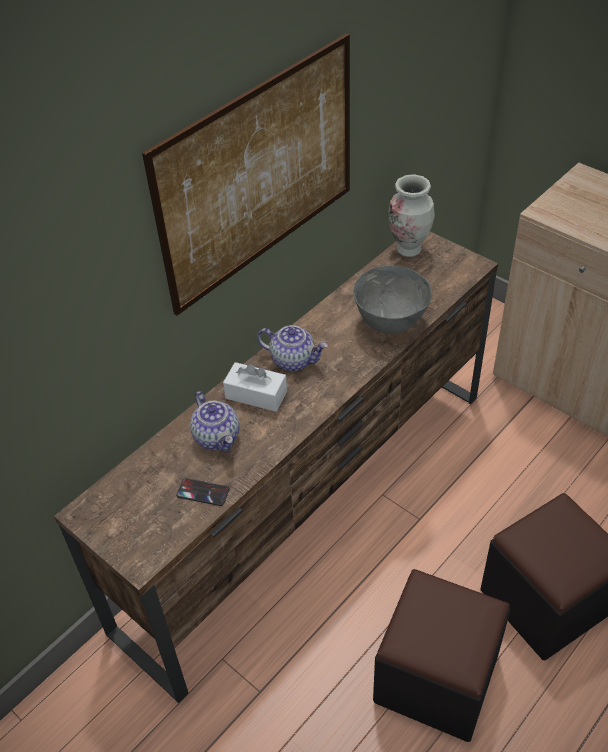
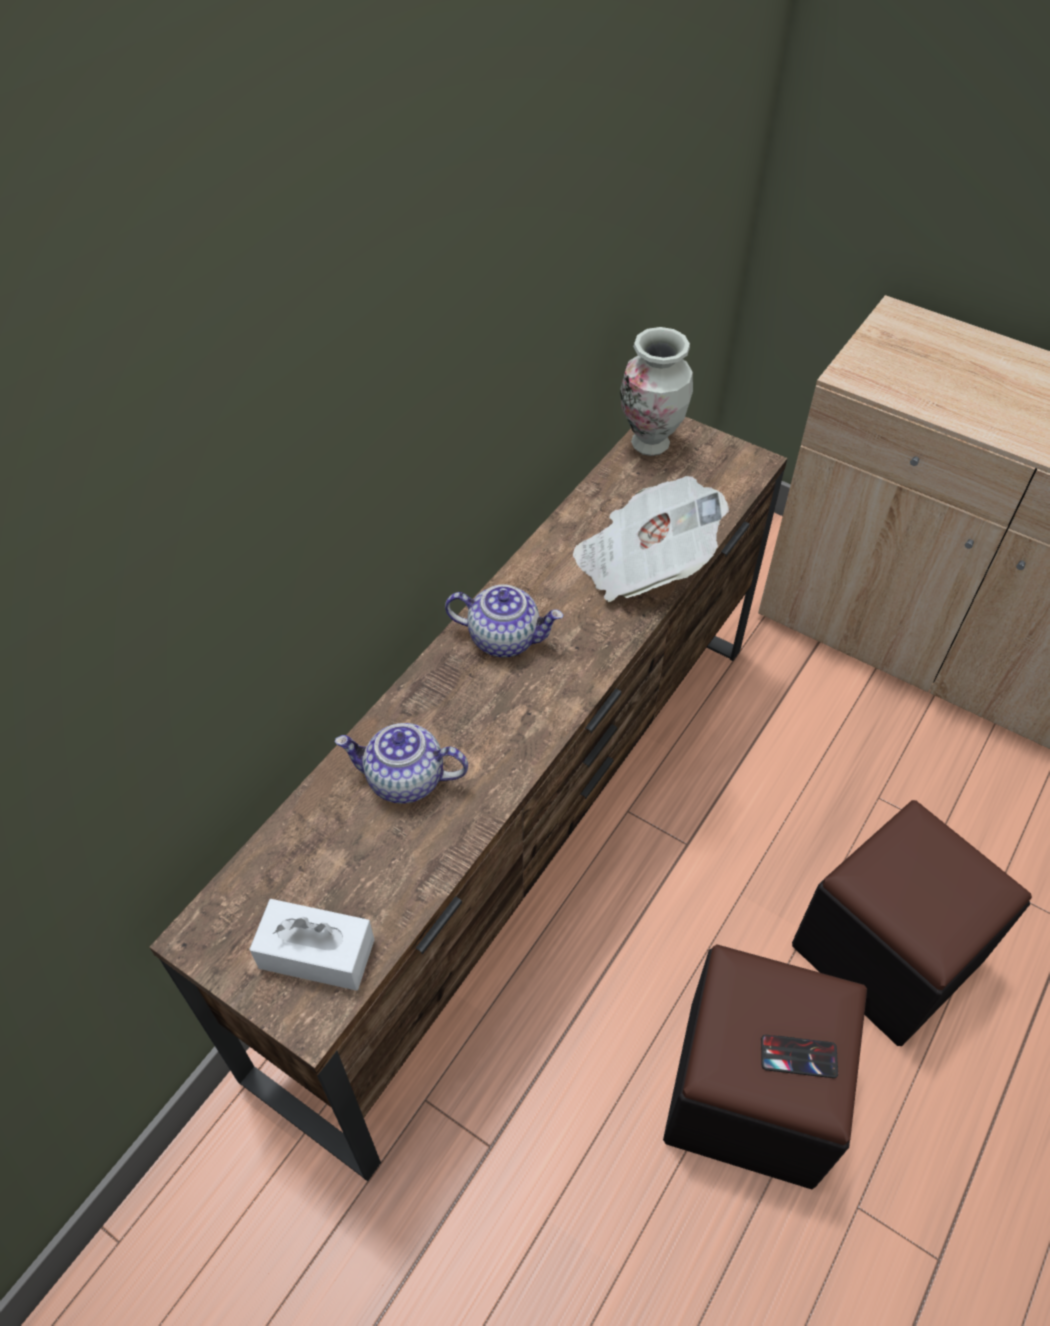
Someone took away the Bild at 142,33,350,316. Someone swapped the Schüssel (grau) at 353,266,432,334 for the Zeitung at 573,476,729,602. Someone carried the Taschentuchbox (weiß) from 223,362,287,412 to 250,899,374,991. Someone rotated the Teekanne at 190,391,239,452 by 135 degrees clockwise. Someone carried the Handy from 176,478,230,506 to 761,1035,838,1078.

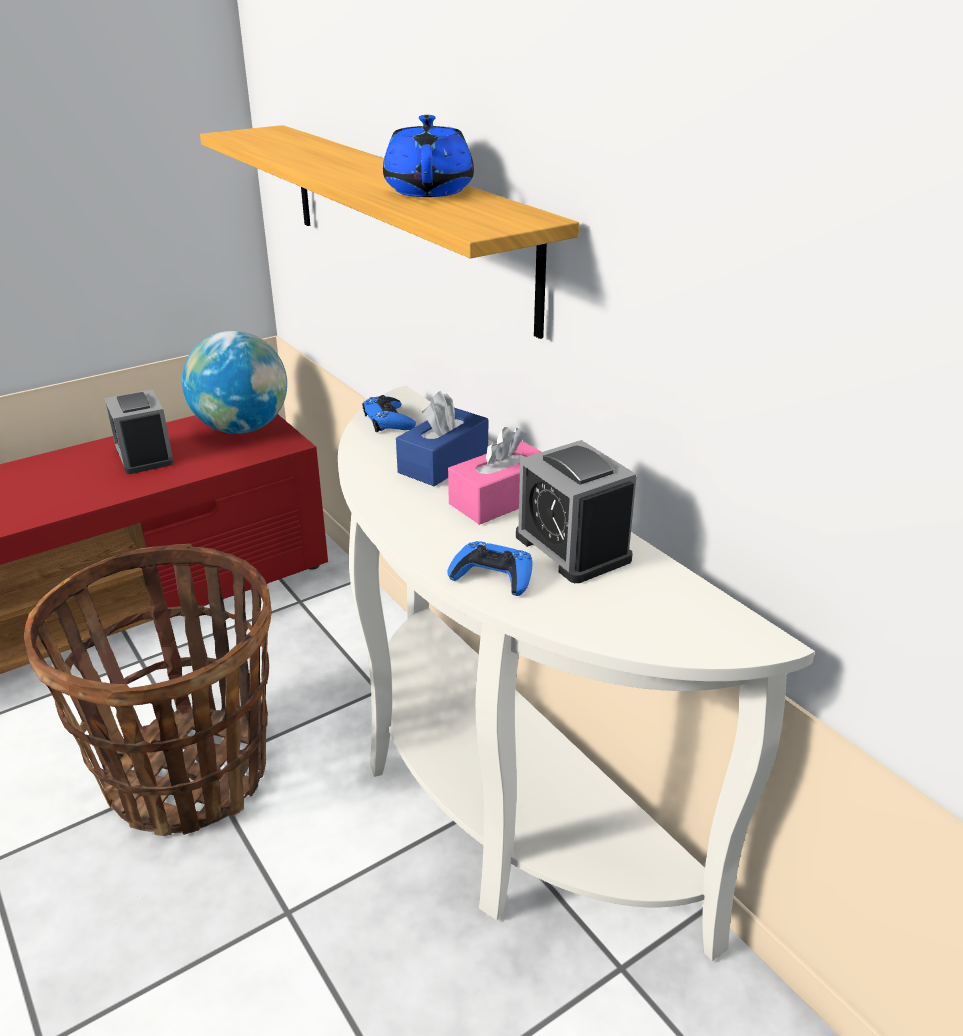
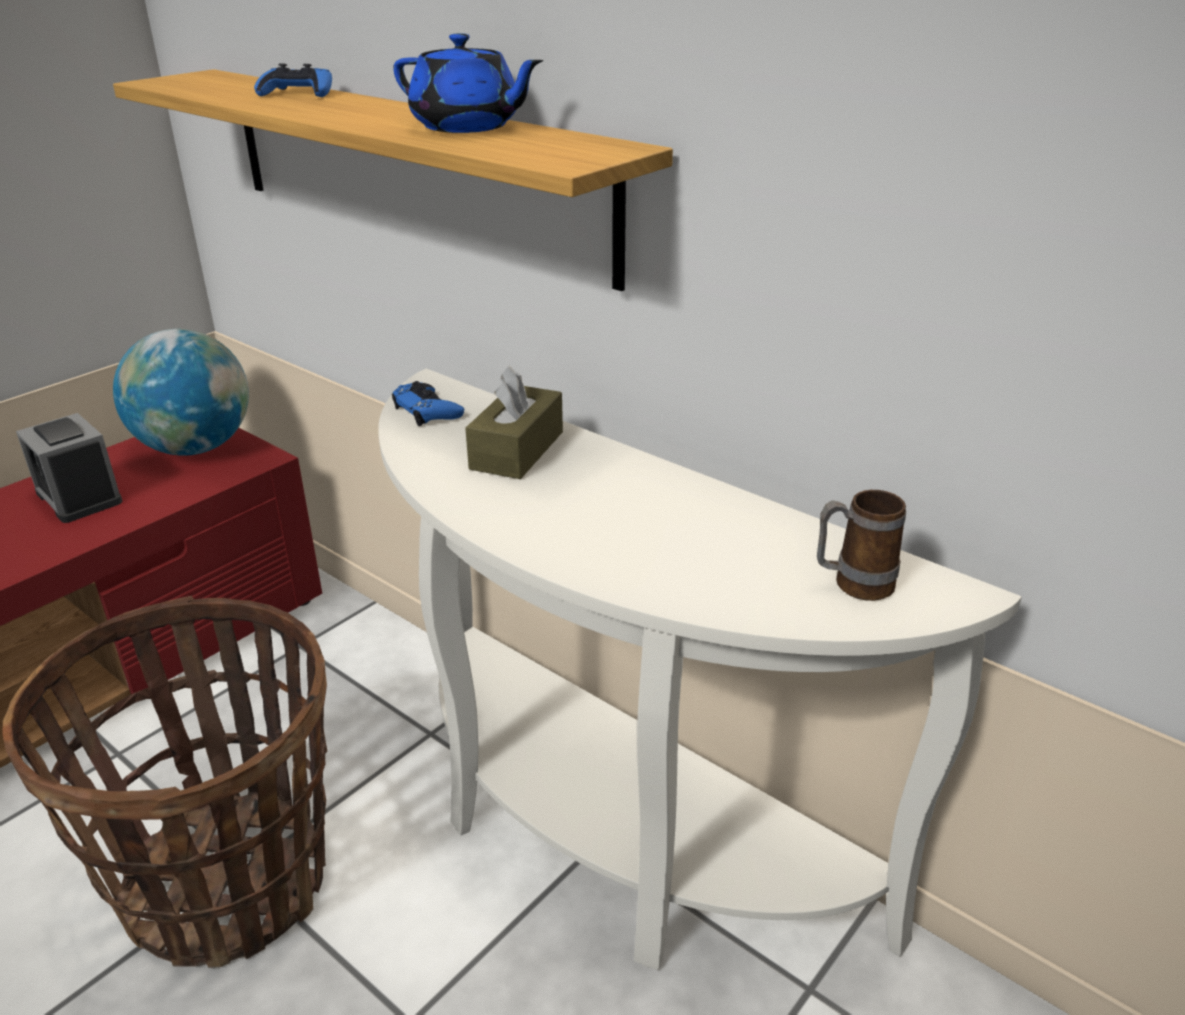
Someone rotated the Teekanne (blau) at 383,115,474,197 by 135 degrees clockwise. Someone repainted the Taschentuchbox (blau) at 396,391,488,486, which became the Taschentuchbox (braun) at 465,365,563,479. Someone took away the Taschentuchbox (rosa) at 448,427,541,525. Someone took away the Wecker at 516,440,637,583. Someone carried the Gamepad (blau) from 448,541,533,596 to 254,63,332,97. Someone put down the Henkelbecher at 817,490,906,601.

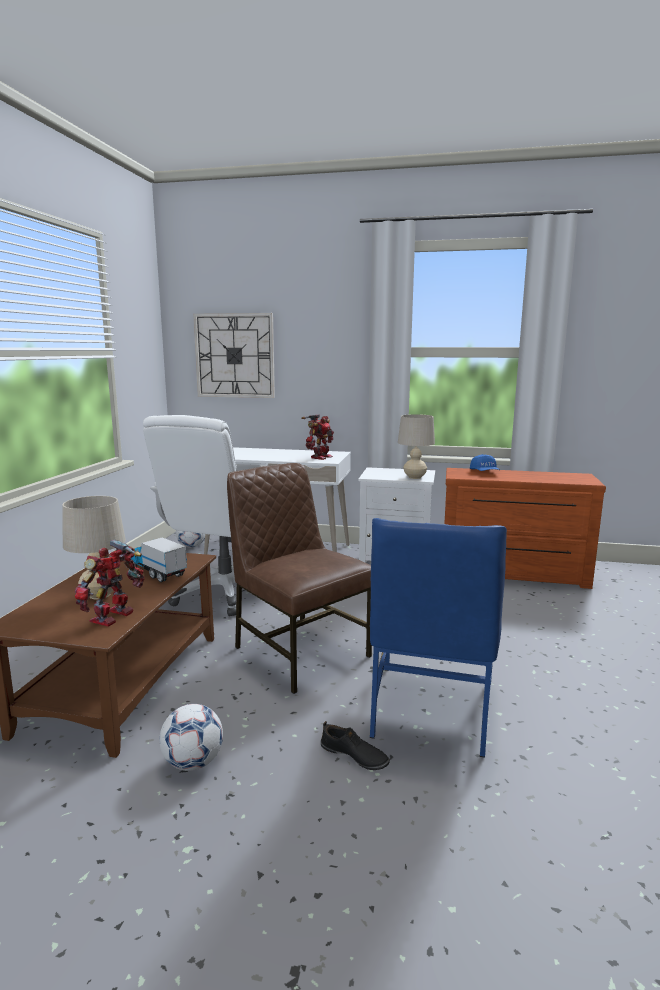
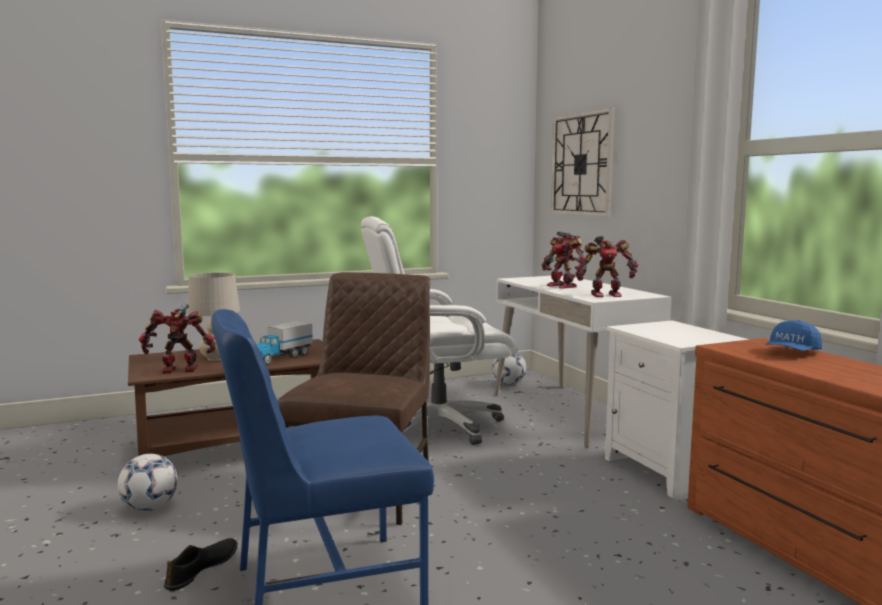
Someone took away the Tischlampe (beige) at 398,414,435,479. Someone rotated the Spielzeuglaster at 131,538,187,582 by 150 degrees counterclockwise. Someone rotated the Schuh (schwarz) at 321,721,390,770 by 150 degrees counterclockwise. Someone put down the Spielzeugroboter at 542,231,585,289.

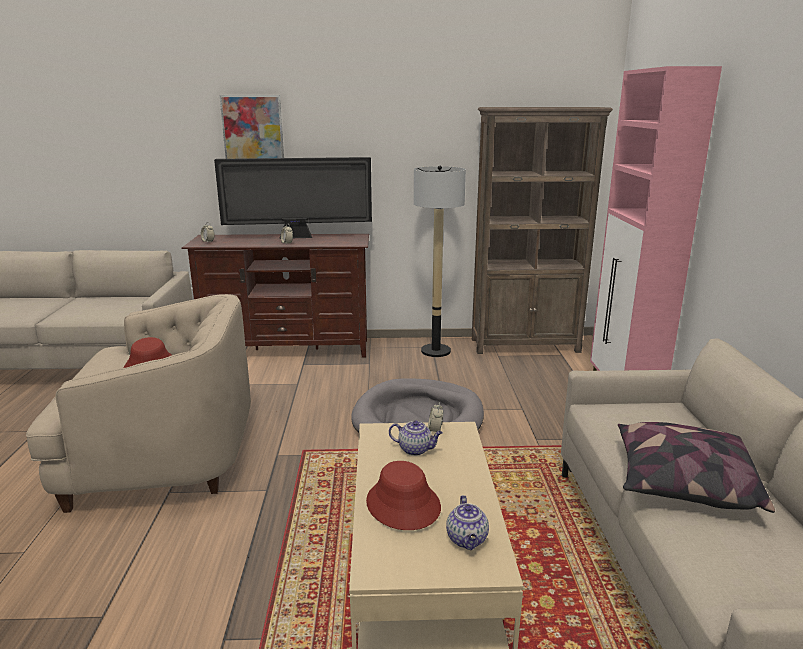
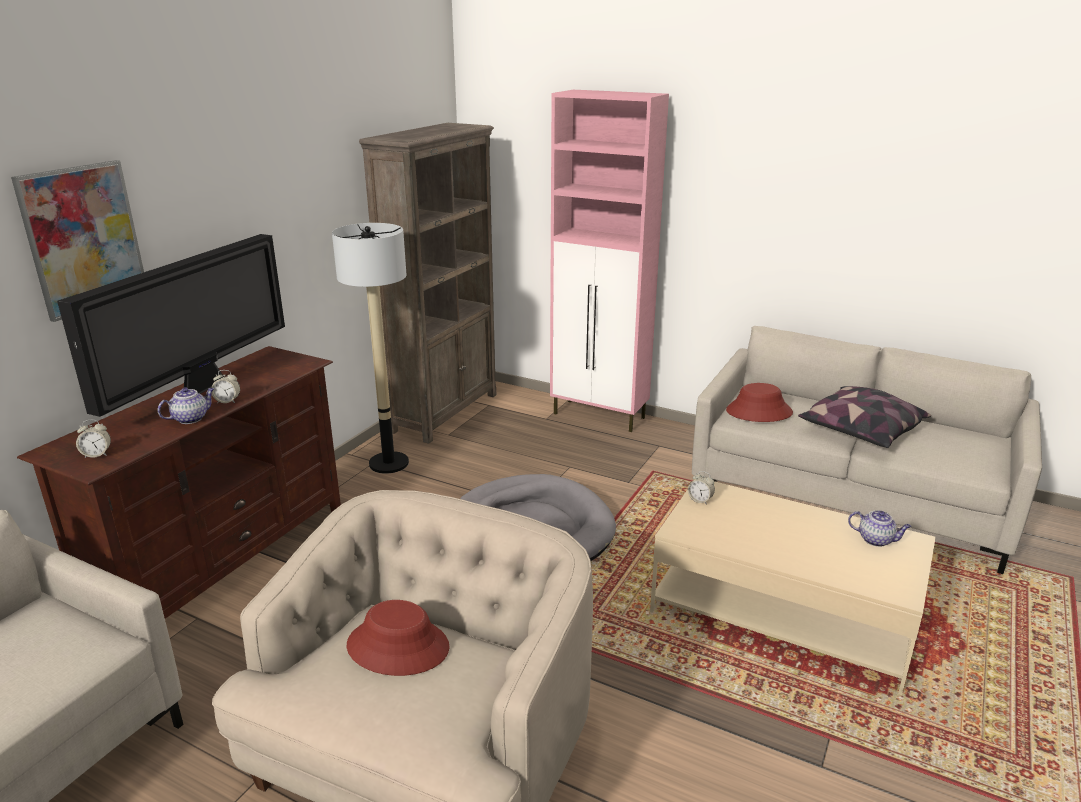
Someone carried the Teekanne from 389,421,443,456 to 158,388,215,424. Someone carried the Hut (rot) from 366,461,441,530 to 726,383,793,422.

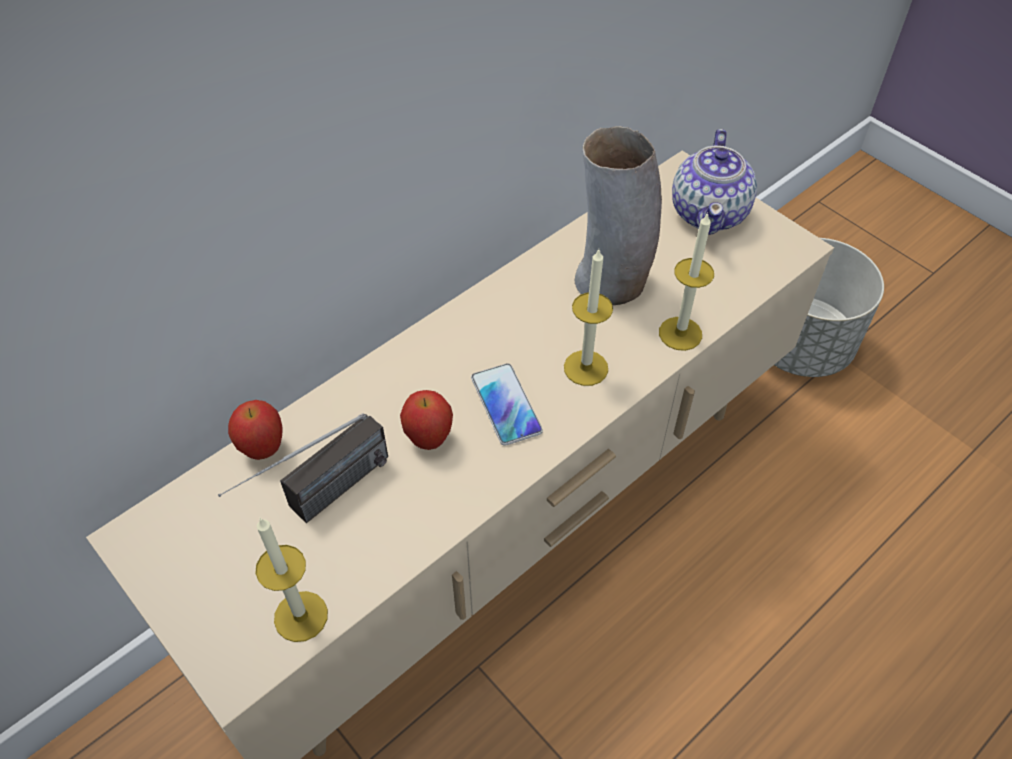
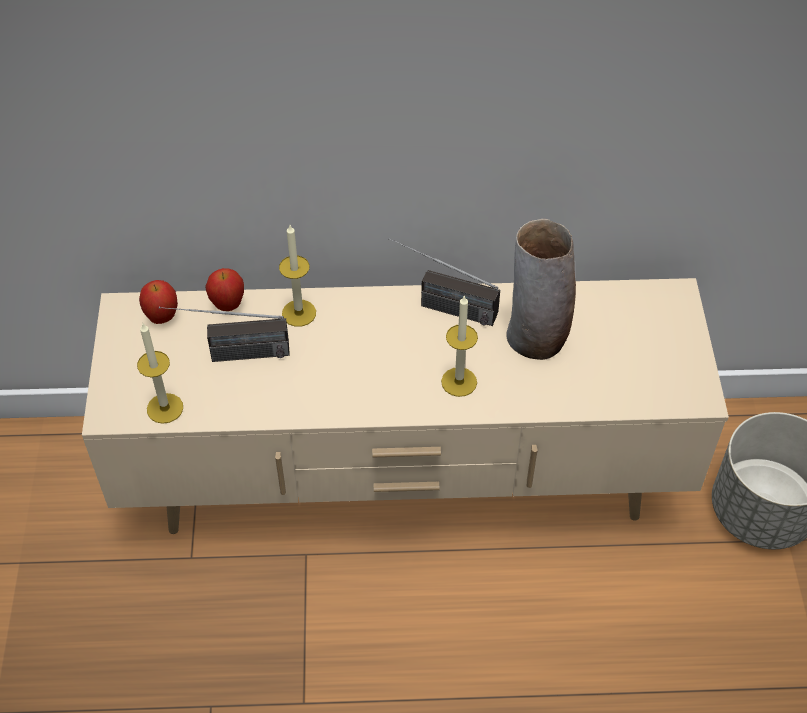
Someone took away the Teekanne at 672,129,757,235. Someone carried the Kerze from 659,212,714,351 to 279,225,316,327. Someone took away the Handy at 471,363,543,446. Someone carried the Apfel from 400,390,453,450 to 139,280,178,324. Someone put down the Radio at 388,237,500,326.

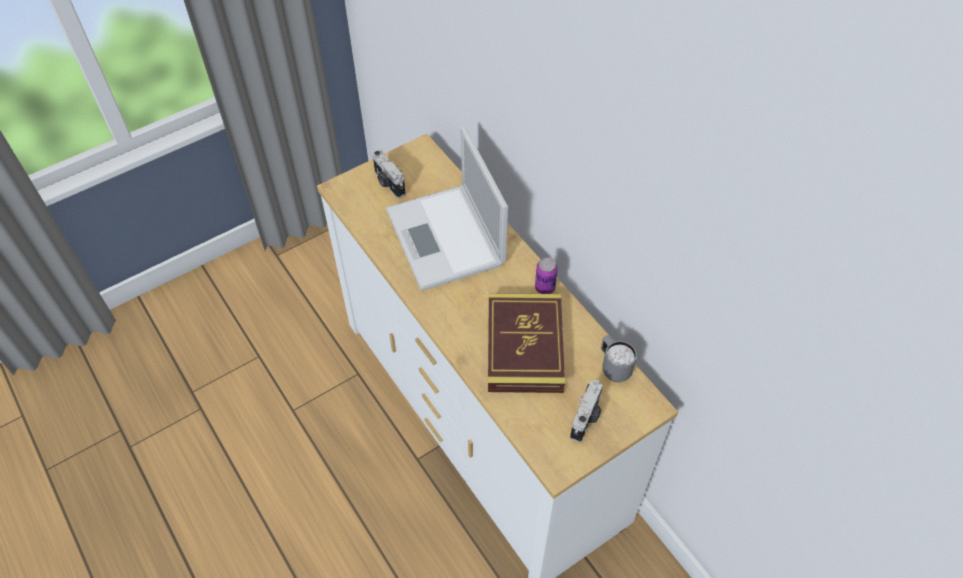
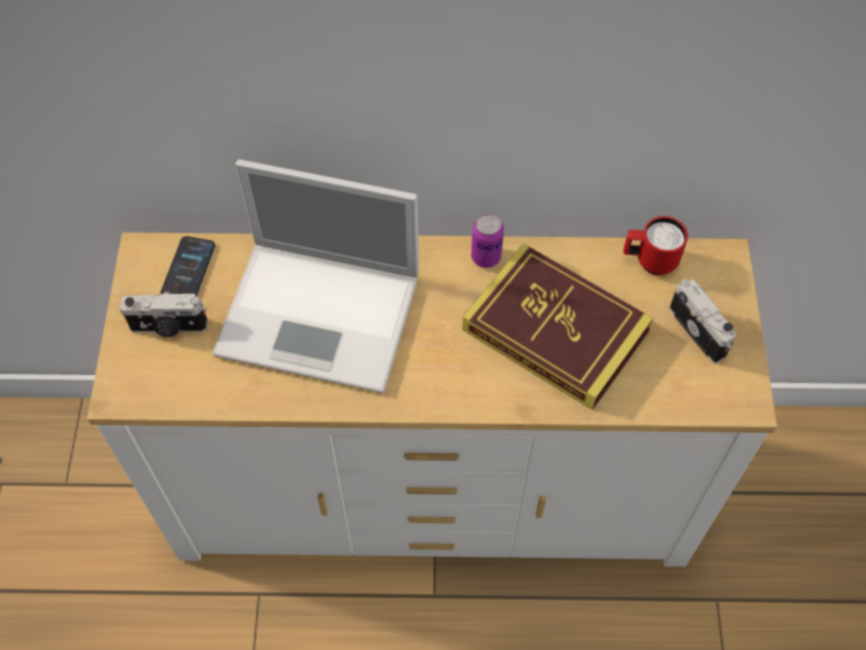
Someone repainted the Henkelbecher (grau) at 601,335,637,382, which became the Henkelbecher (rot) at 623,216,688,275. Someone put down the Handy at 161,236,215,297.

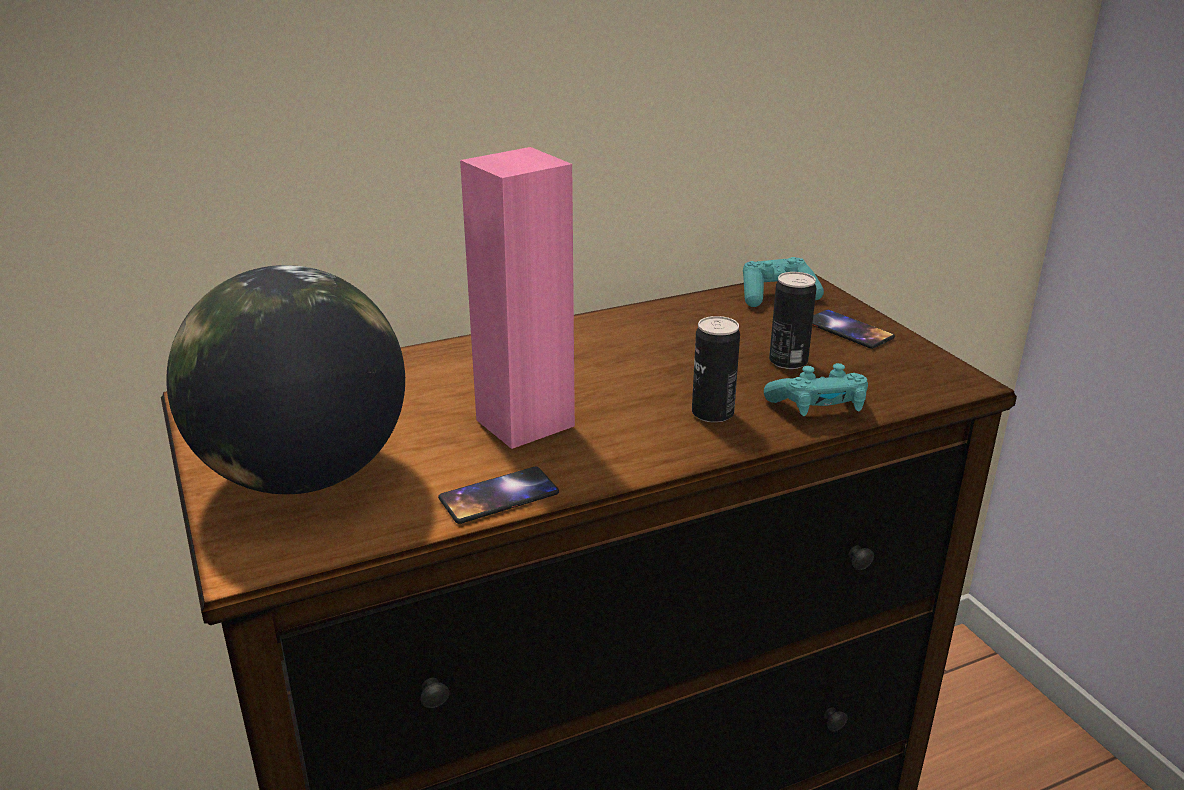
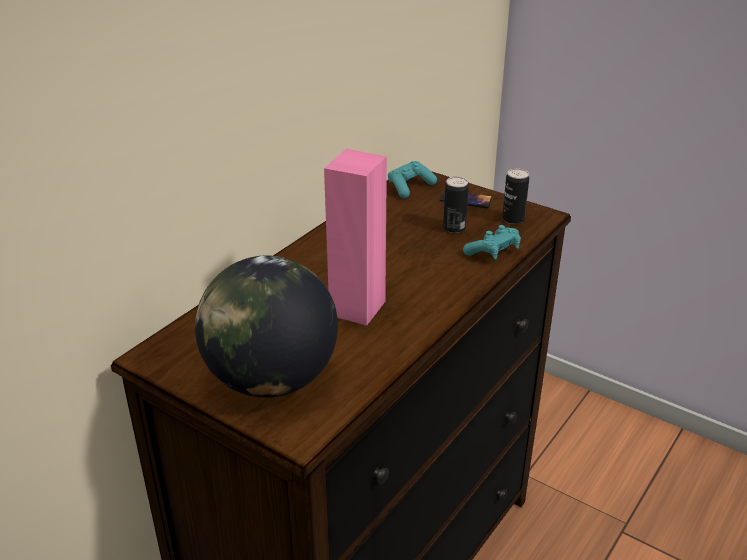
Someone carried the Dose from 692,316,740,423 to 502,168,529,224. Someone took away the Handy at 438,466,559,524.

